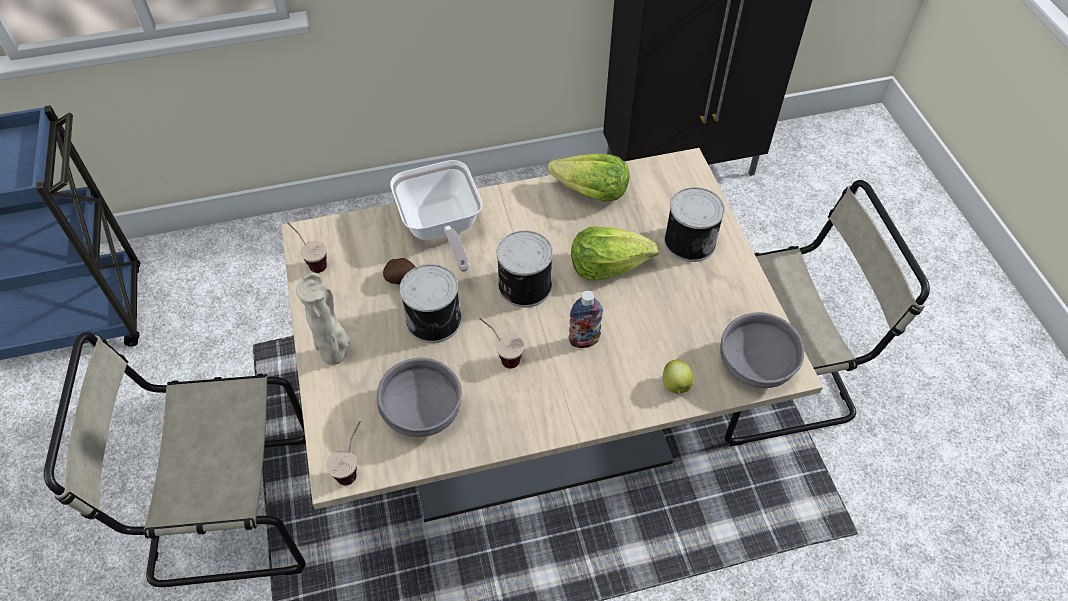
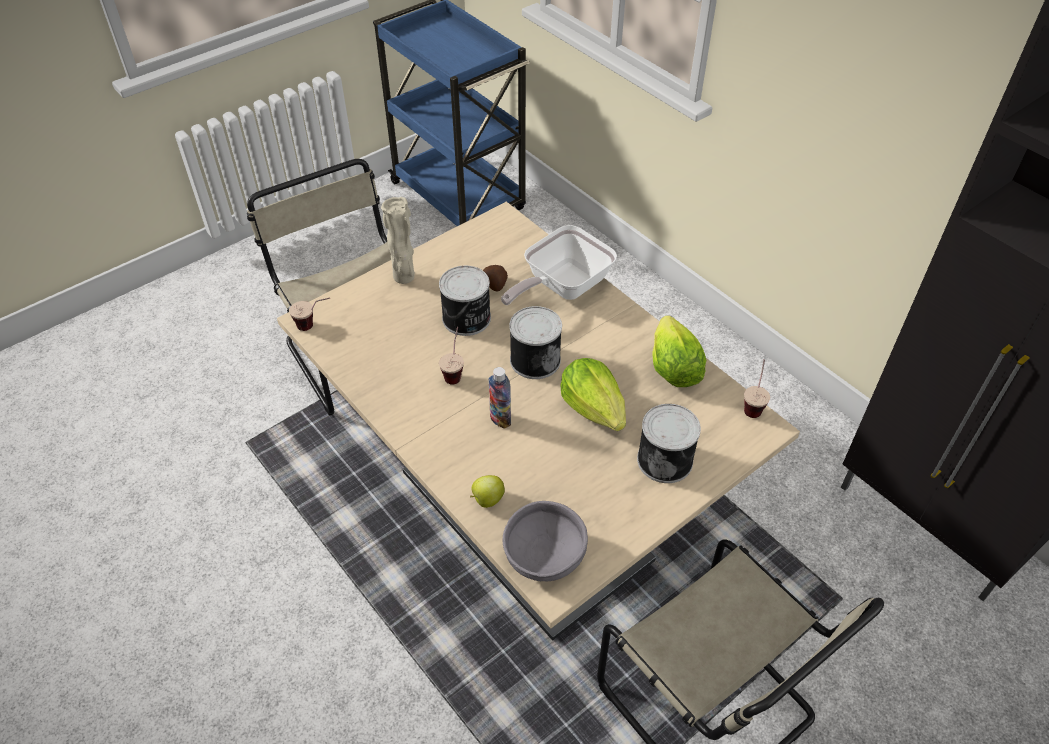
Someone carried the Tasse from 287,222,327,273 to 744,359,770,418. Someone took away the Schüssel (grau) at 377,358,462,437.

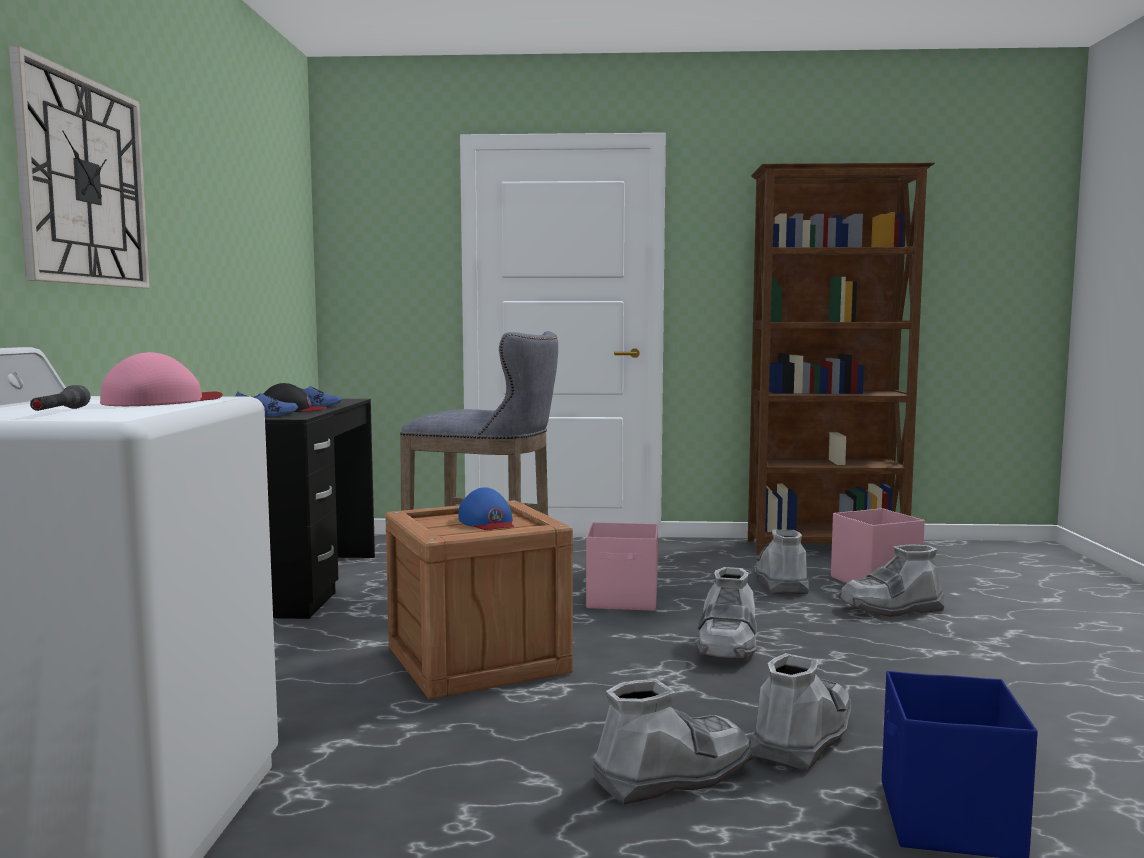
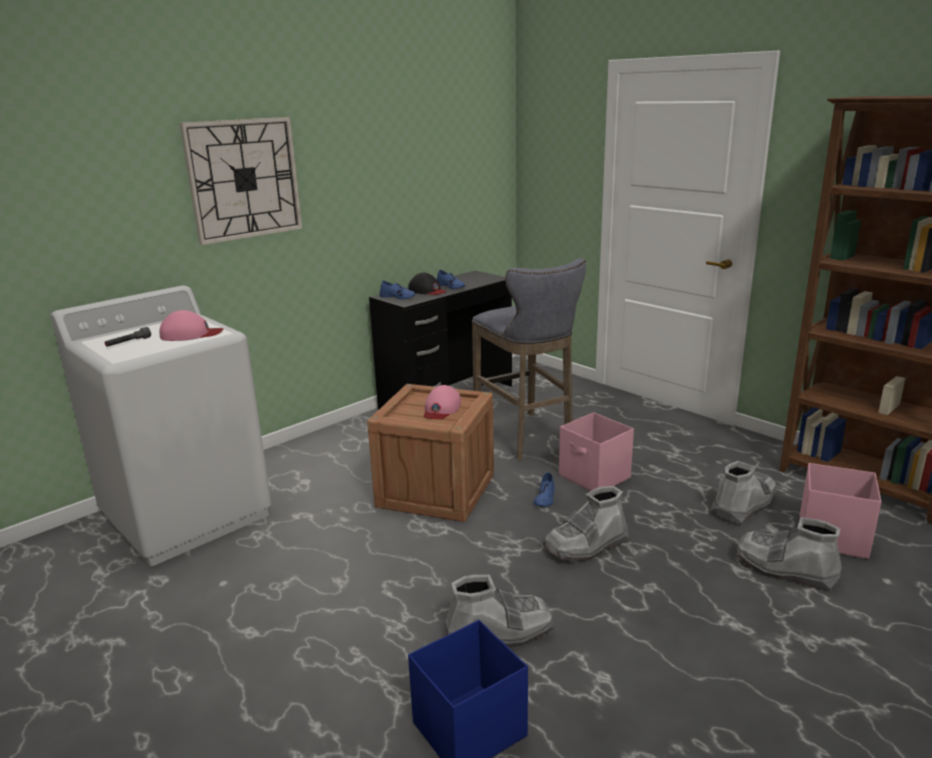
Someone repainted the Kappe (blau) at 458,487,514,530, which became the Kappe (rosa) at 424,385,461,419. Someone took away the Stiefel (grau) at 593,679,754,805. Someone put down the Schuh (blau) at 534,472,555,507.

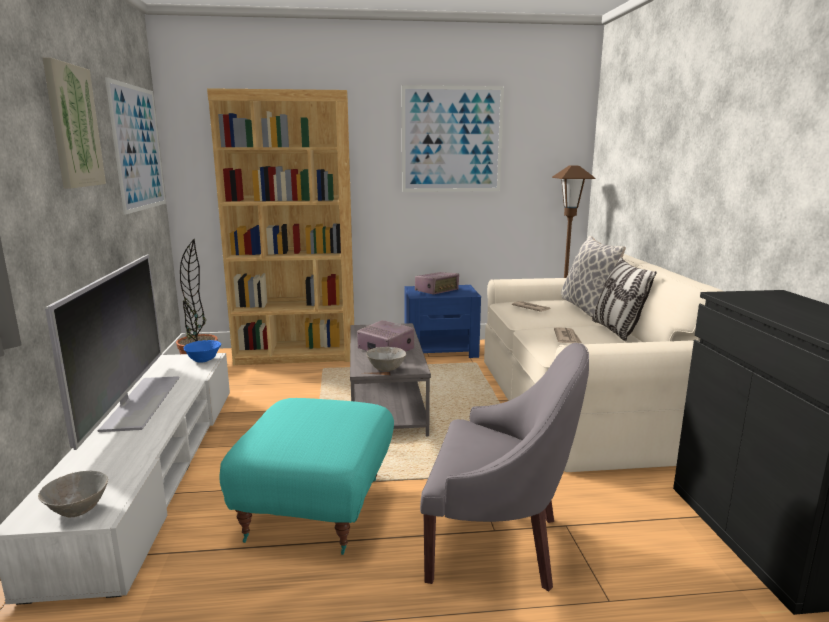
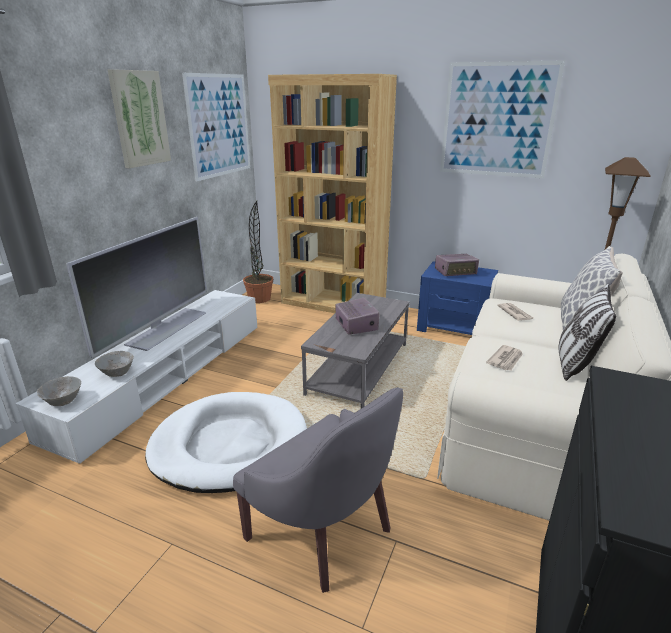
Someone took away the Schüssel (blau) at 184,340,221,363. Someone carried the Schüssel (grau) from 366,347,406,371 to 95,351,134,377. Someone swapped the Polsterhocker (türkis) at 220,398,394,555 for the Hundebett (weiß) at 145,392,307,493.

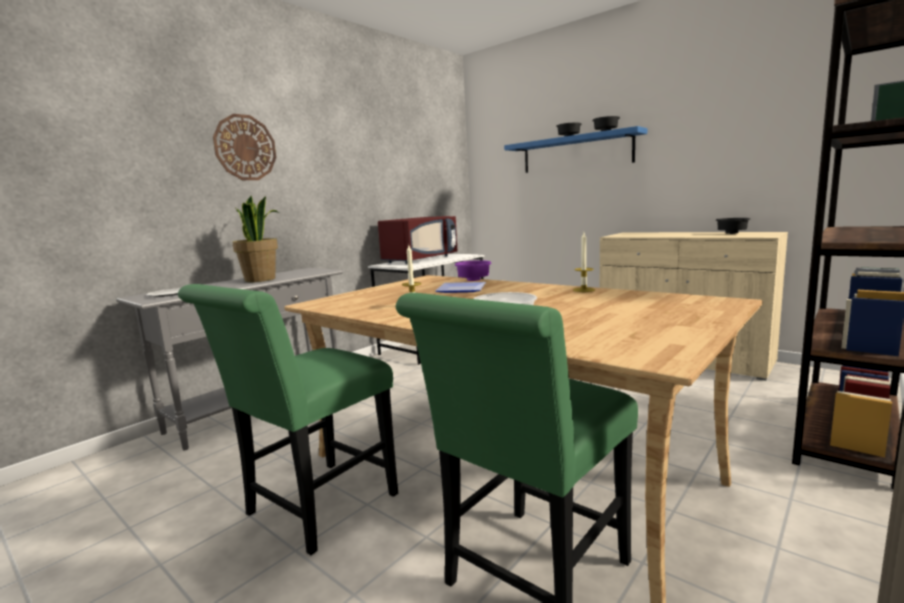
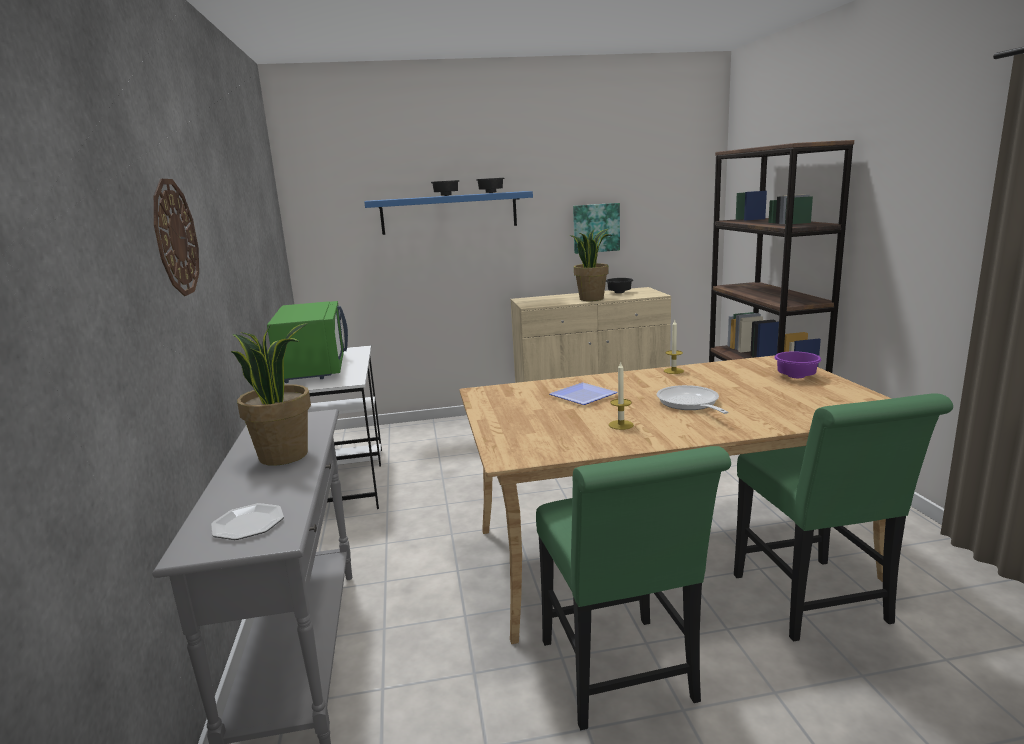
Someone repainted the Mikrowelle (rot) at 378,216,457,264, which became the Mikrowelle (grün) at 267,301,348,383. Someone carried the Schüssel (lila) from 455,260,492,281 to 774,351,821,378. Someone put up the Bild at 573,203,620,254. Someone put down the Topfpflanze at 569,229,613,301.

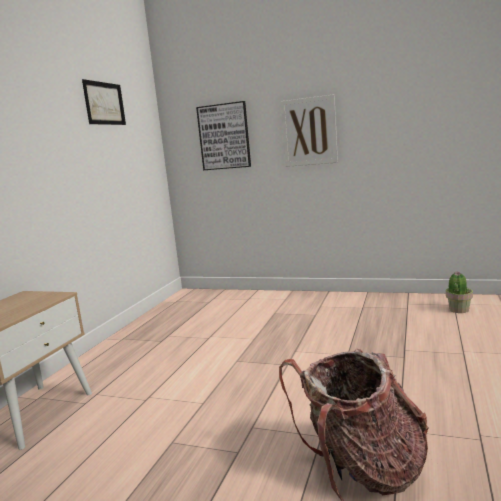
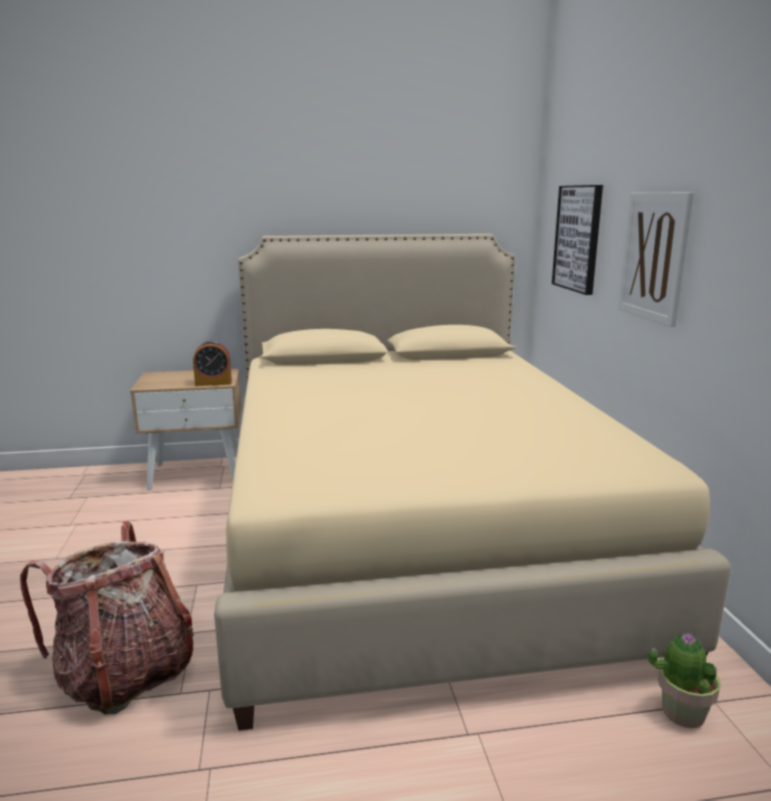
Someone took away the Bild at 82,79,126,125. Someone put down the Bett (beige) at 214,234,731,731. Someone put down the Wecker at 193,340,232,386.

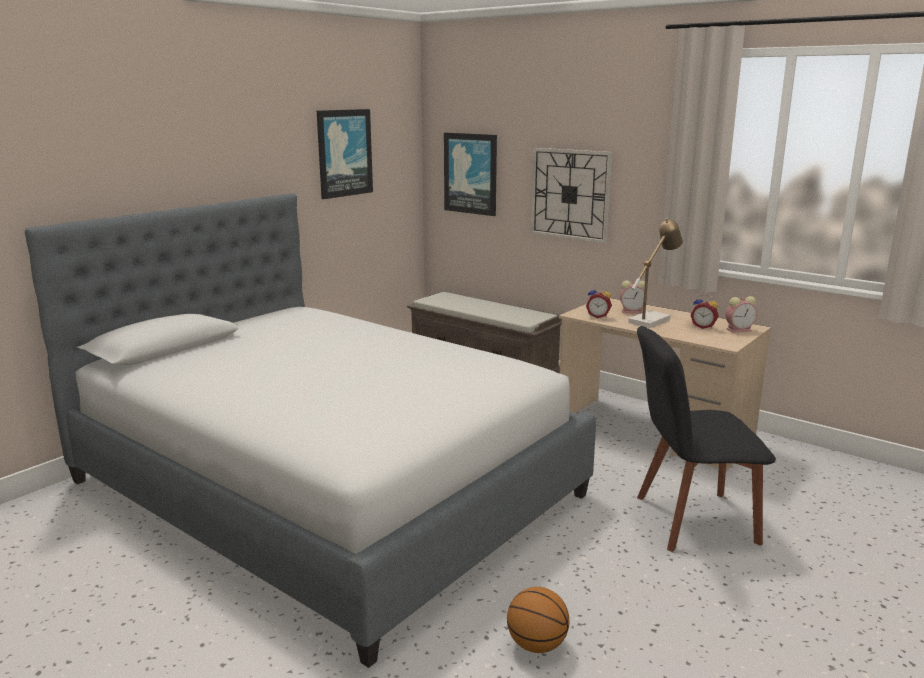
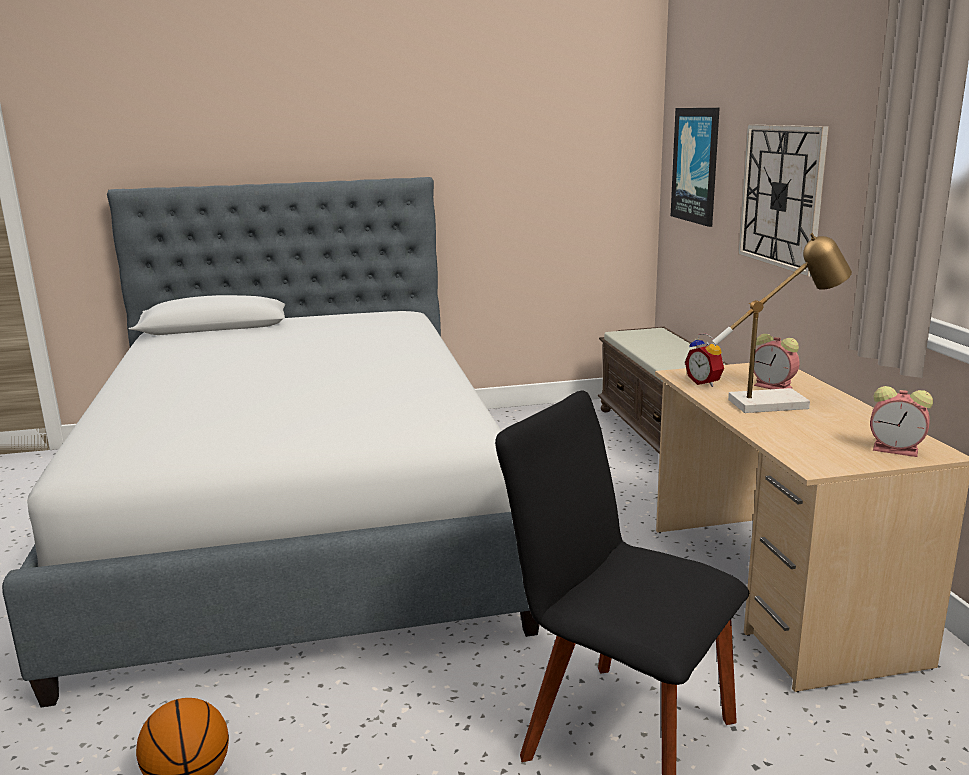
Someone took away the Bild at 317,109,373,199. Someone took away the Wecker at 691,294,719,329.

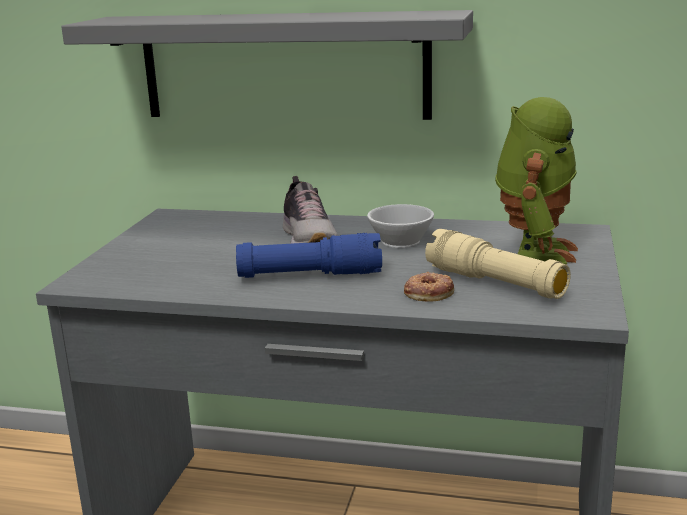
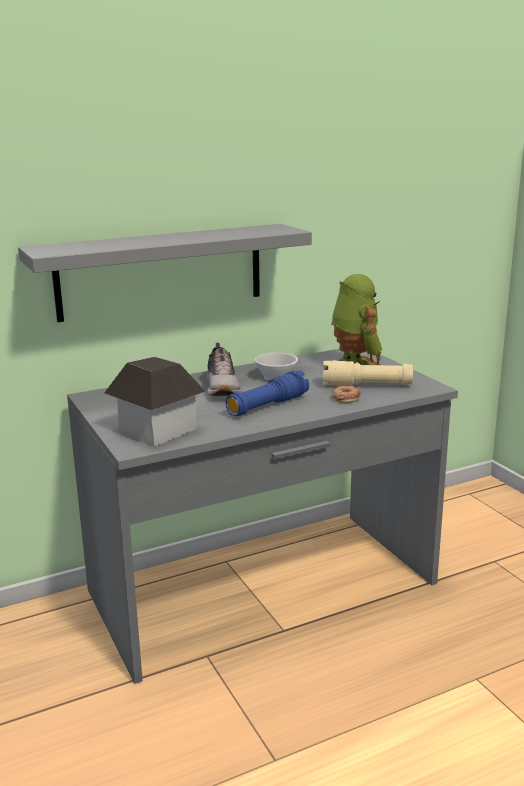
Someone rotated the Schuh at 283,176,338,244 by 45 degrees clockwise. Someone put down the Spielzeughaus at 105,357,206,447.

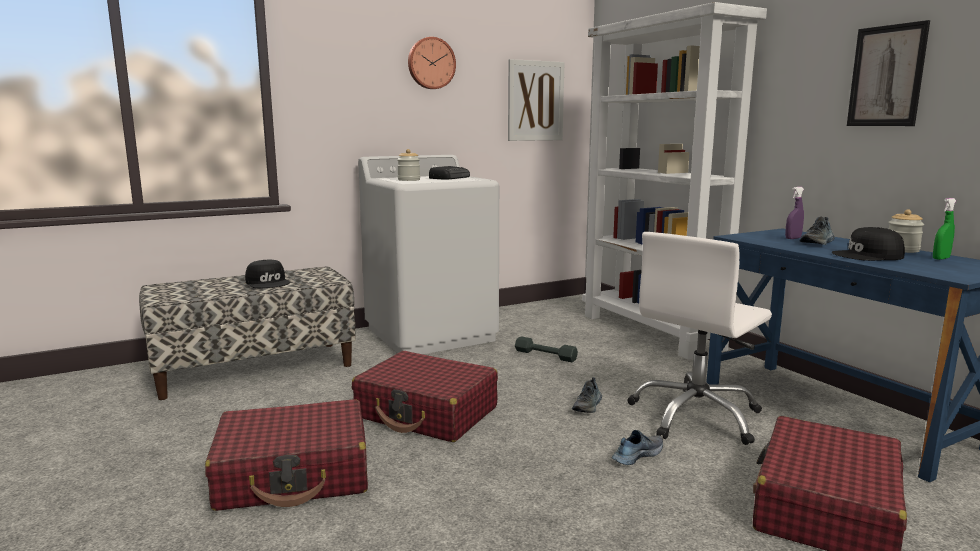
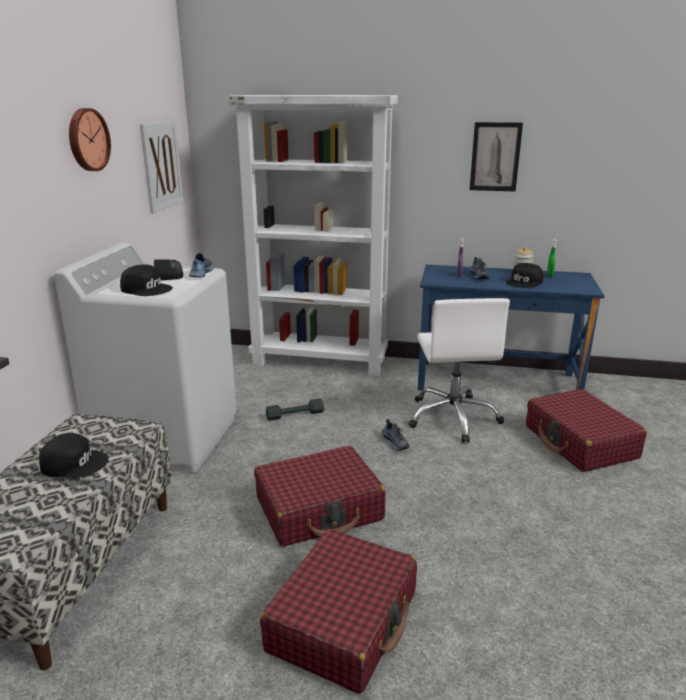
Someone swapped the Vorratsglas at 397,149,420,181 for the Kappe (schwarz) at 120,264,173,296. Someone carried the Schuh from 612,430,663,465 to 189,253,214,277.

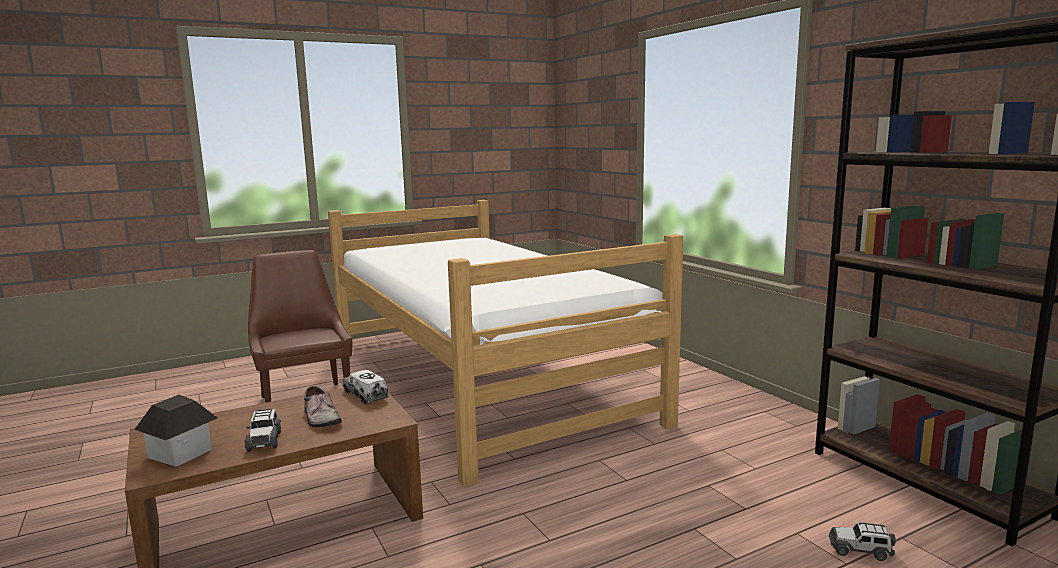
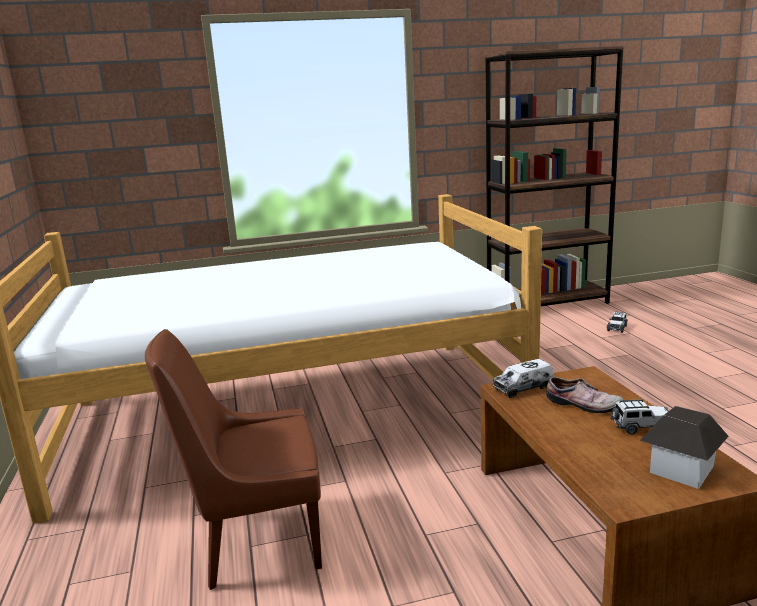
Someone rotated the Schuh at 304,386,342,427 by 45 degrees clockwise.

